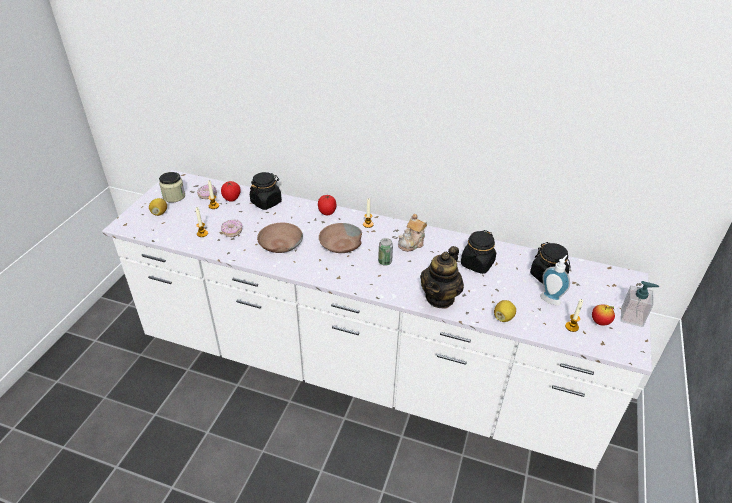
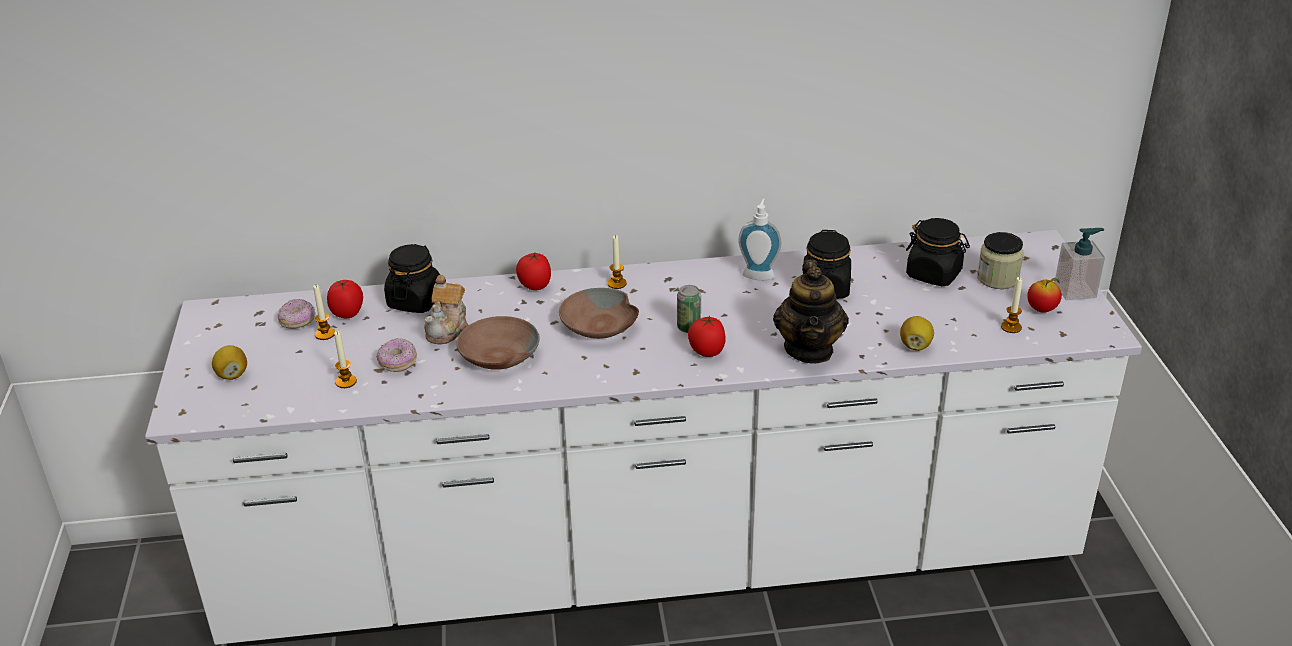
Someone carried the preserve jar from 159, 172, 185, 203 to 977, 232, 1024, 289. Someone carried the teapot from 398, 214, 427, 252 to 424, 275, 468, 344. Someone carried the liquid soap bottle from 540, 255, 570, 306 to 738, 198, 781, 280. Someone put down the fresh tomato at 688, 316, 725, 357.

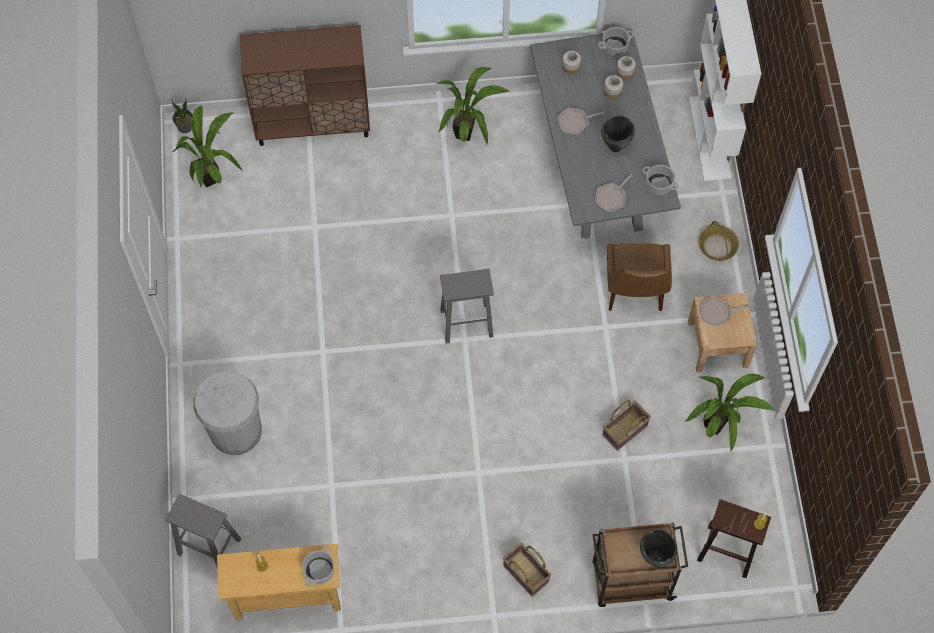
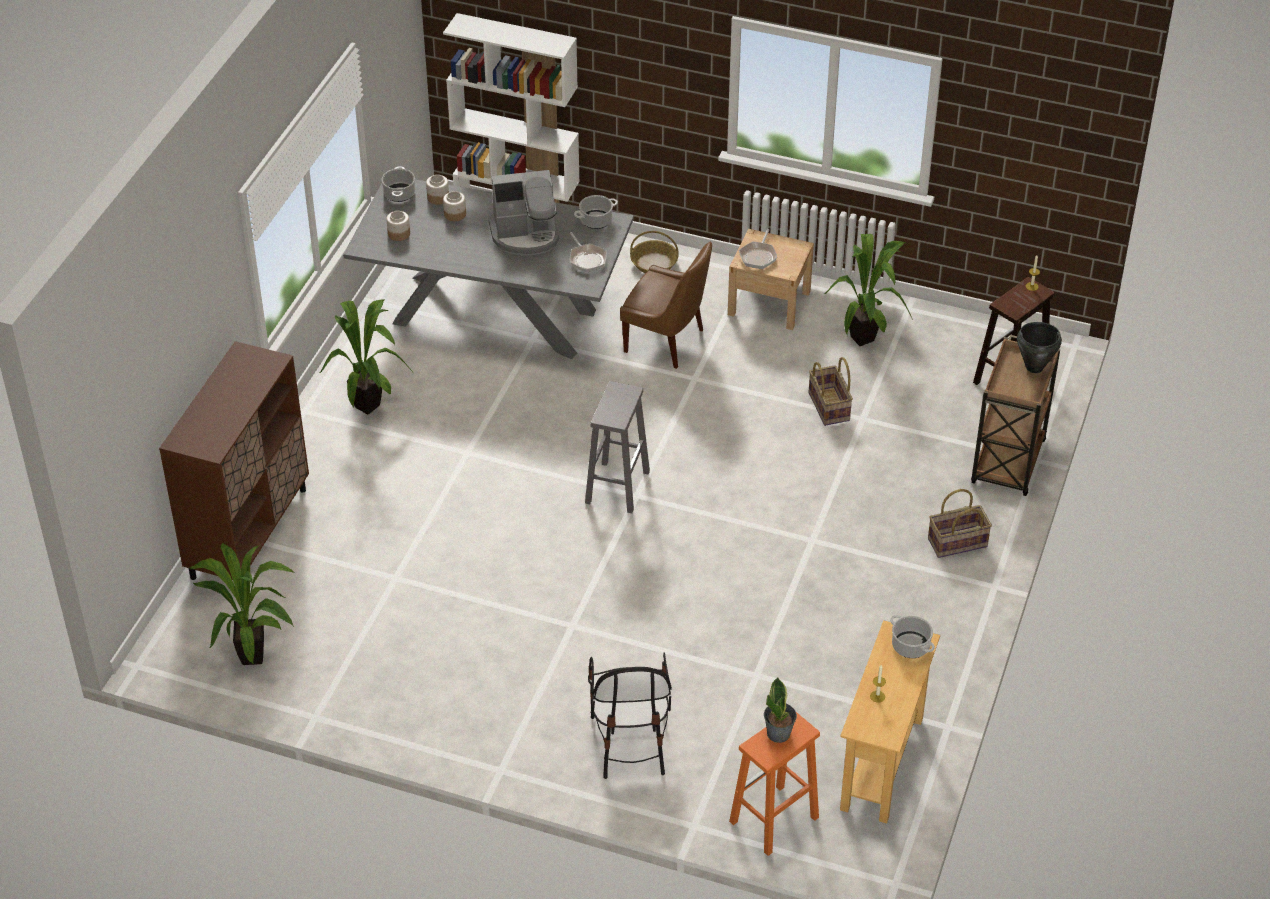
Someone carried the plant in a pot from 171, 98, 192, 133 to 764, 677, 797, 743. Someone took away the frying pan at 557, 107, 605, 135. Someone swapped the black-coloured saucepot at 601, 116, 635, 152 for the coffee machine at 488, 170, 559, 255. Someone swapped the whitish rubbish bin at 194, 371, 262, 455 for the plain chair at 588, 652, 672, 779. Someone repainted the gray stool at 165, 494, 241, 566, which became the orange stool at 729, 712, 820, 856.

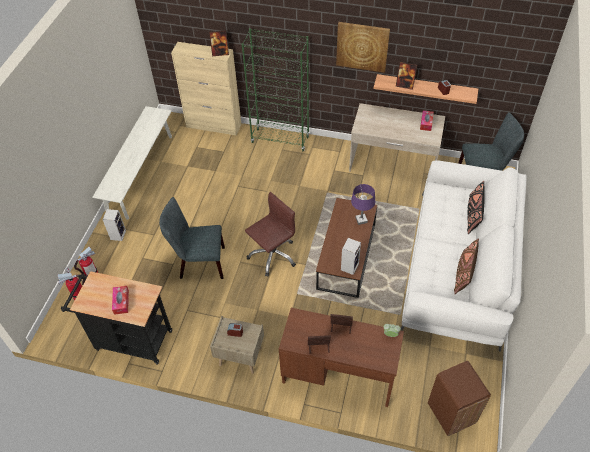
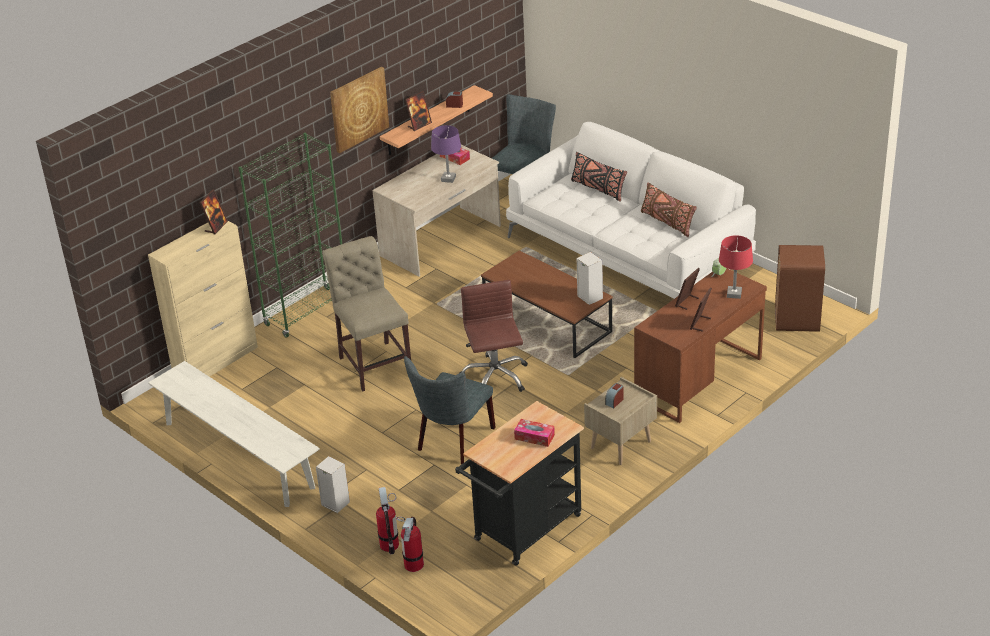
Someone carried the purple table lamp from 351, 184, 375, 225 to 431, 125, 461, 183. Someone put down the red table lamp at 719, 235, 753, 299. Someone put down the beige-coloured plain chair at 322, 236, 411, 392.

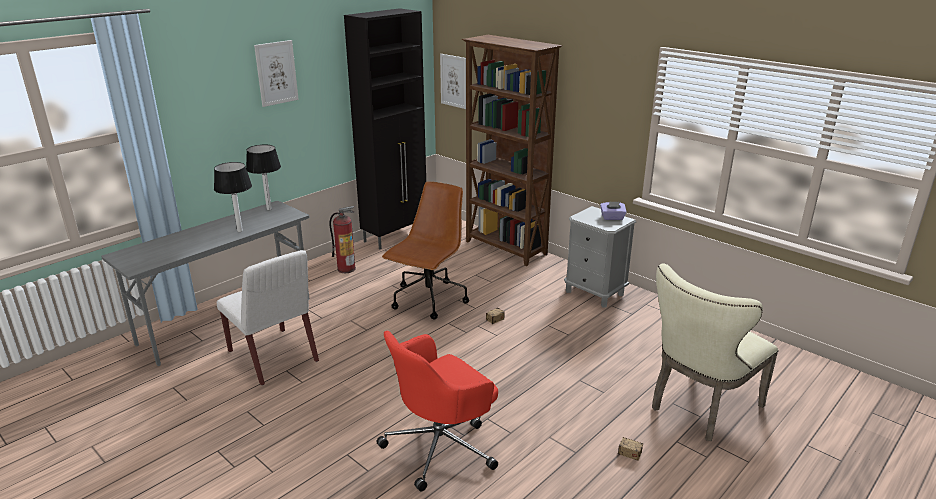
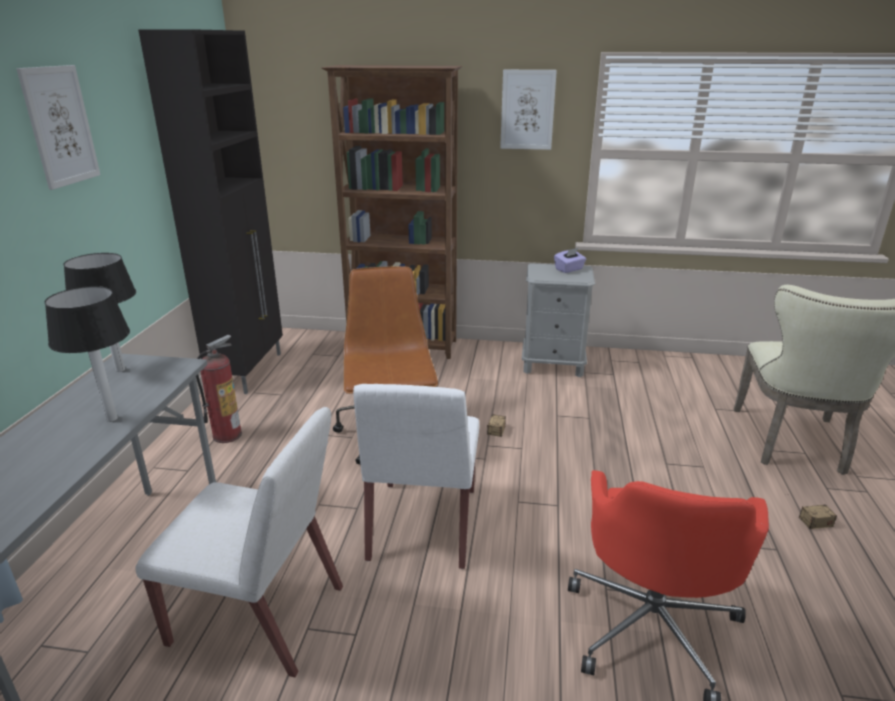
Someone carried the wall art from 440, 54, 466, 109 to 500, 70, 557, 150. Someone put down the whitish plain chair at 353, 384, 479, 569.

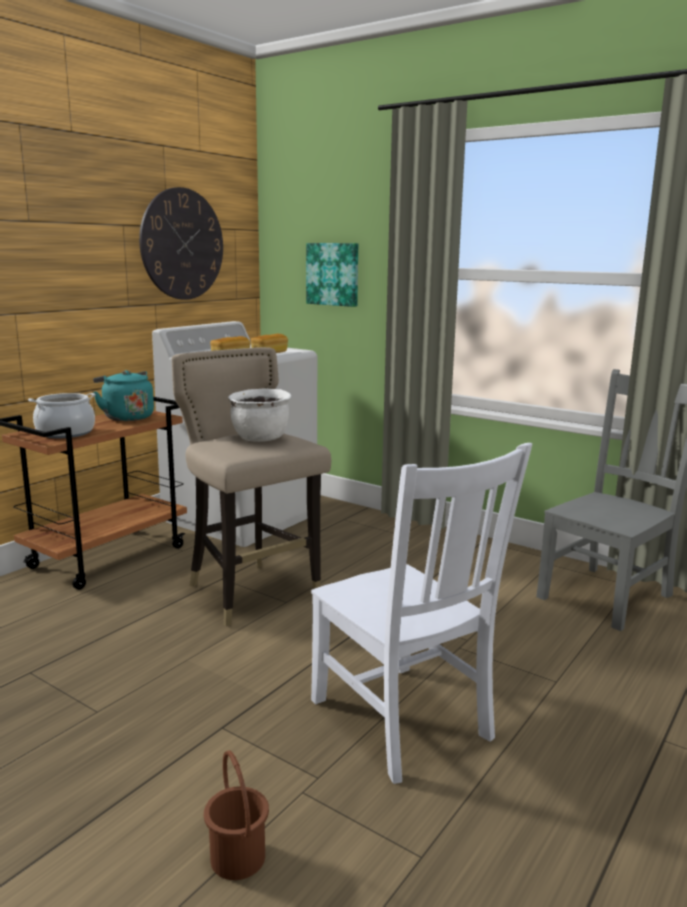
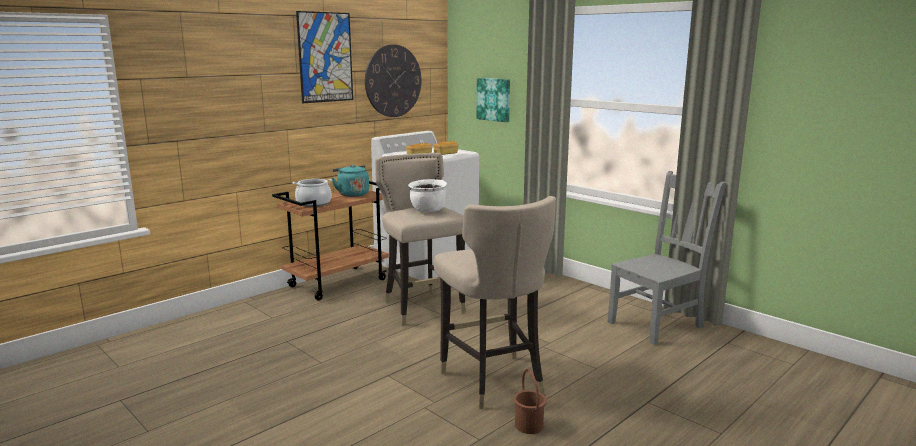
Someone swapped the whitish plain chair at 311, 443, 532, 784 for the beige-coloured stool at 434, 196, 556, 409. Someone carried the brown-coloured bucket from 204, 750, 269, 880 to 513, 369, 547, 434. Someone put up the wall art at 296, 11, 353, 103.

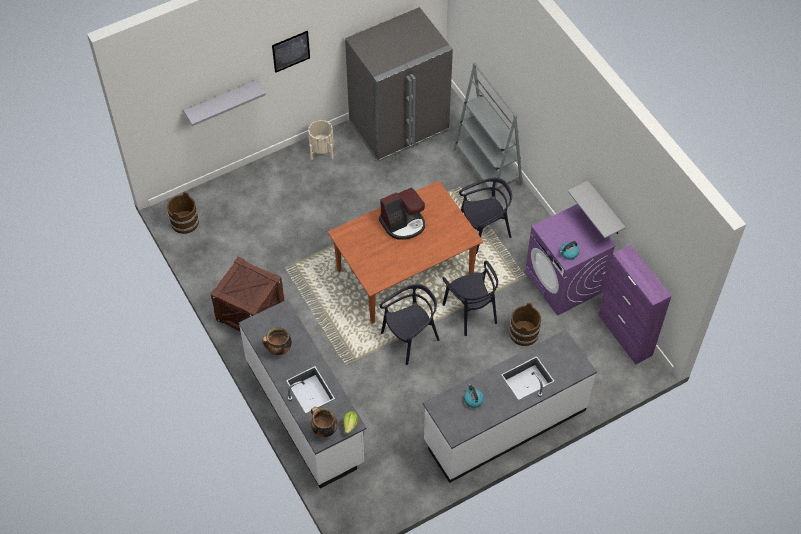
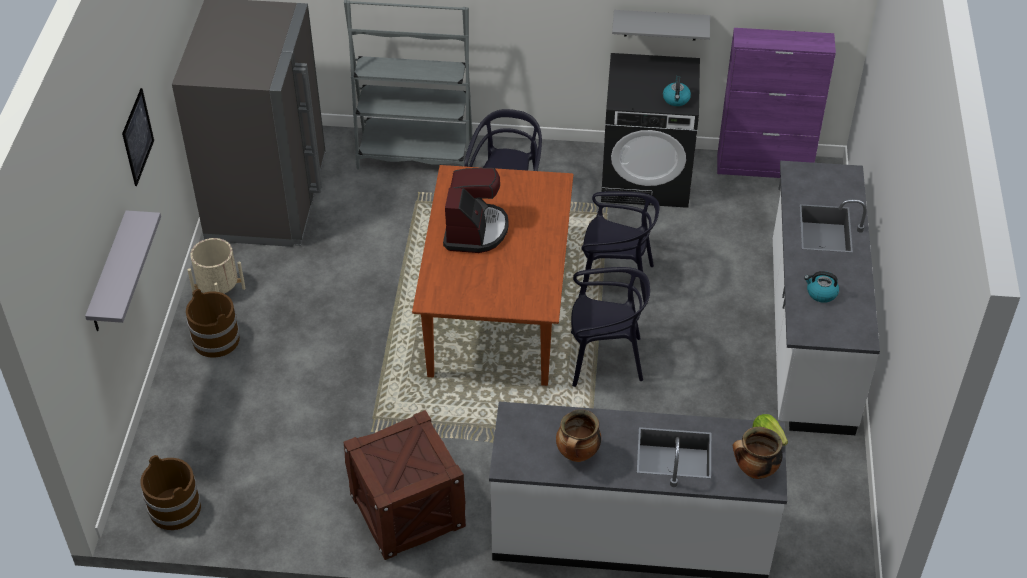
Someone repainted the purple laundry appliance at 525, 204, 616, 316, which became the black-coloured laundry appliance at 601, 53, 700, 208. Someone rotated the black-coloured plain chair at 379, 284, 440, 365 by 90 degrees clockwise. Someone carried the brown-coloured bucket from 509, 303, 541, 346 to 186, 289, 240, 358.

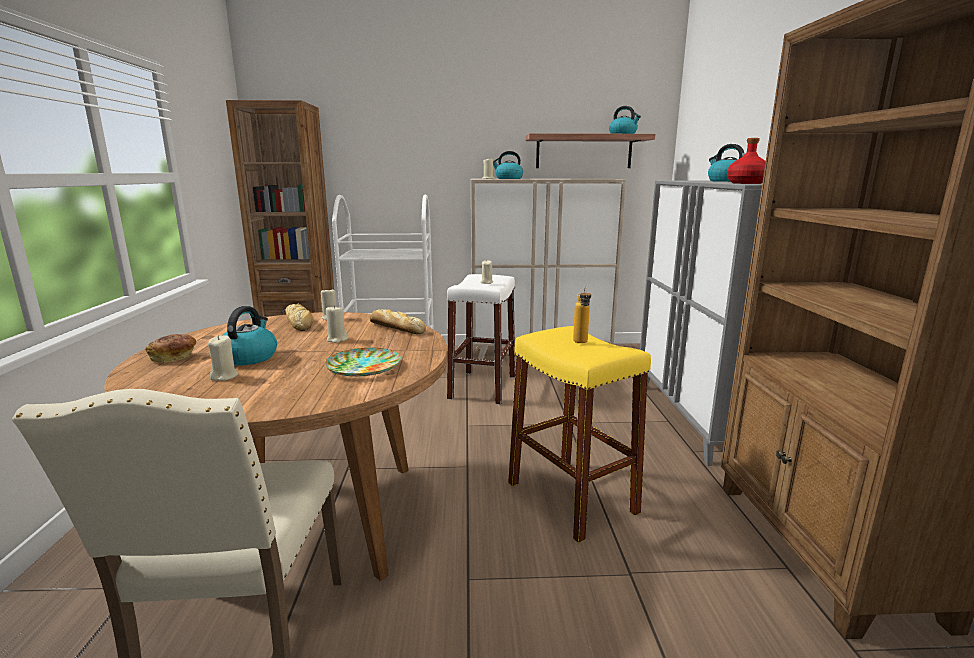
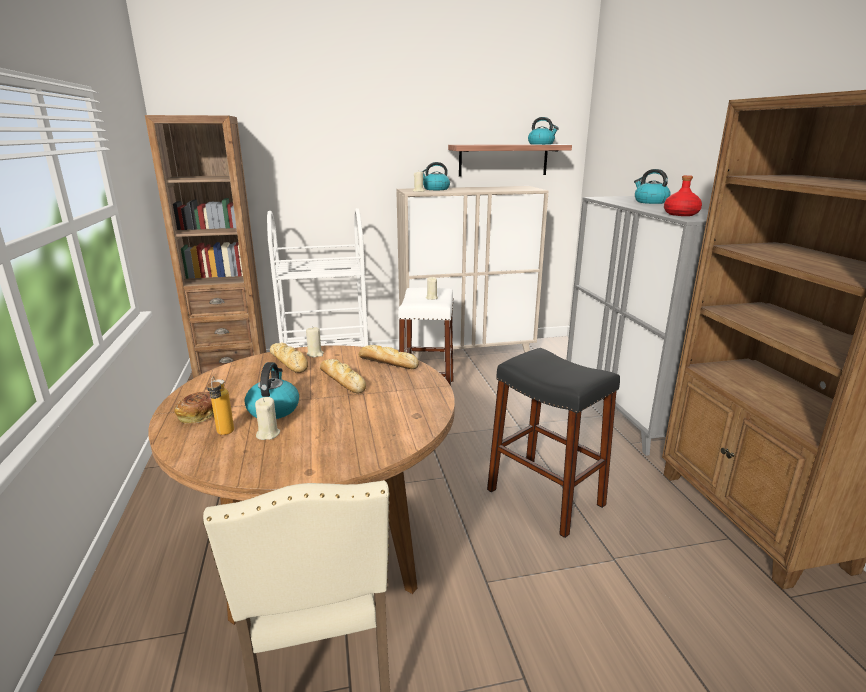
Someone carried the drink bottle from 573, 287, 591, 343 to 207, 377, 234, 435. Someone swapped the beige-coloured wax light at 326, 305, 348, 343 for the baked bread at 320, 359, 366, 393. Someone repainted the yellow stool at 508, 326, 651, 543, which became the black-coloured stool at 487, 348, 620, 538. Someone took away the flat dish at 325, 348, 401, 377.

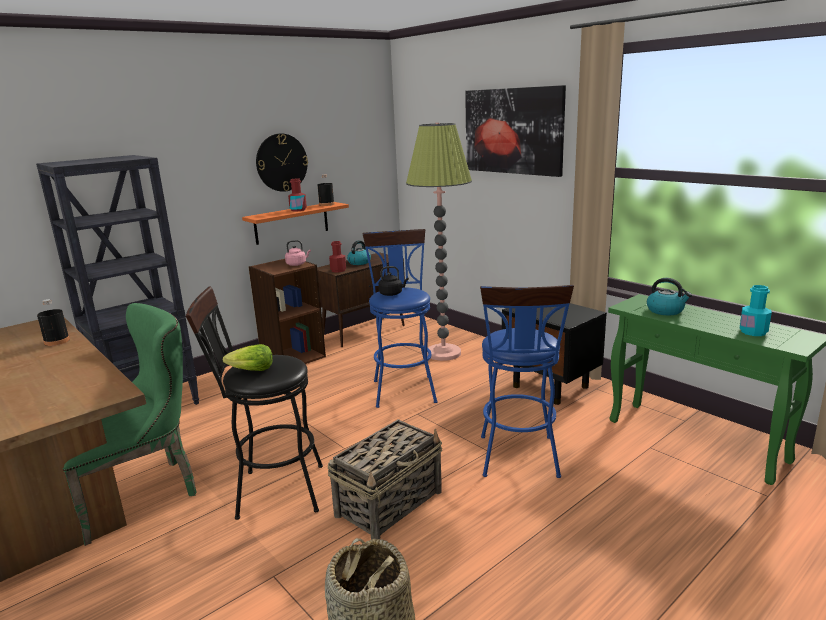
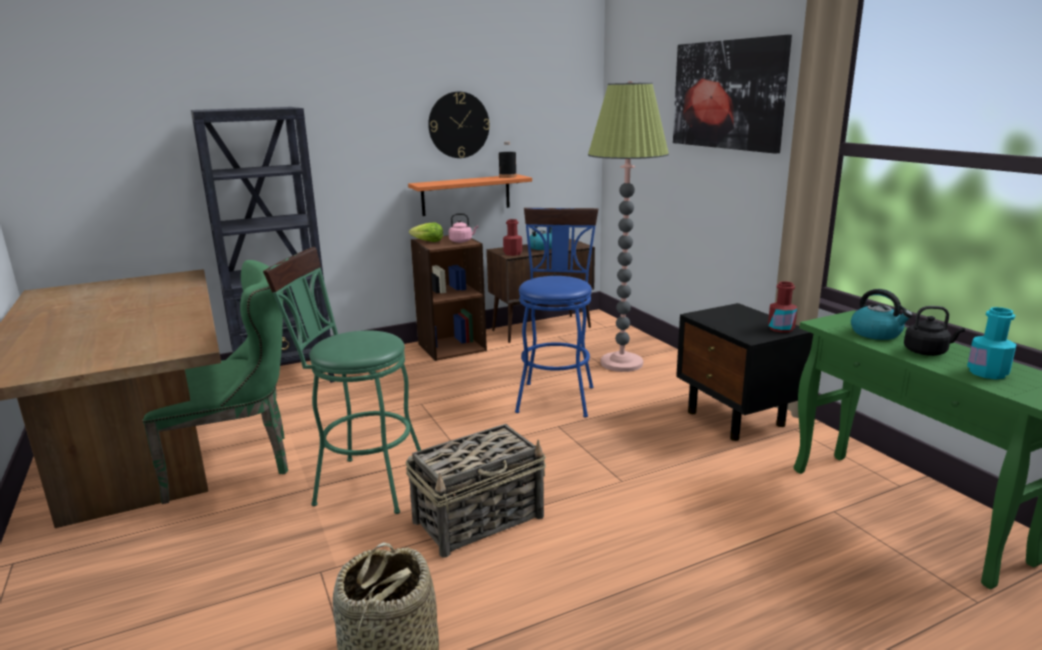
Someone carried the red drink bottle from 288, 179, 307, 211 to 768, 281, 797, 333. Someone carried the black-coloured water kettle from 378, 266, 409, 296 to 904, 306, 965, 356. Someone took away the blue stool at 480, 285, 574, 478. Someone repainted the black-coloured stool at 186, 287, 323, 520, which became the green stool at 263, 247, 421, 514. Someone took away the black-coloured drink bottle at 37, 299, 70, 346. Someone carried the lettuce head from 223, 344, 273, 371 to 409, 223, 443, 242.

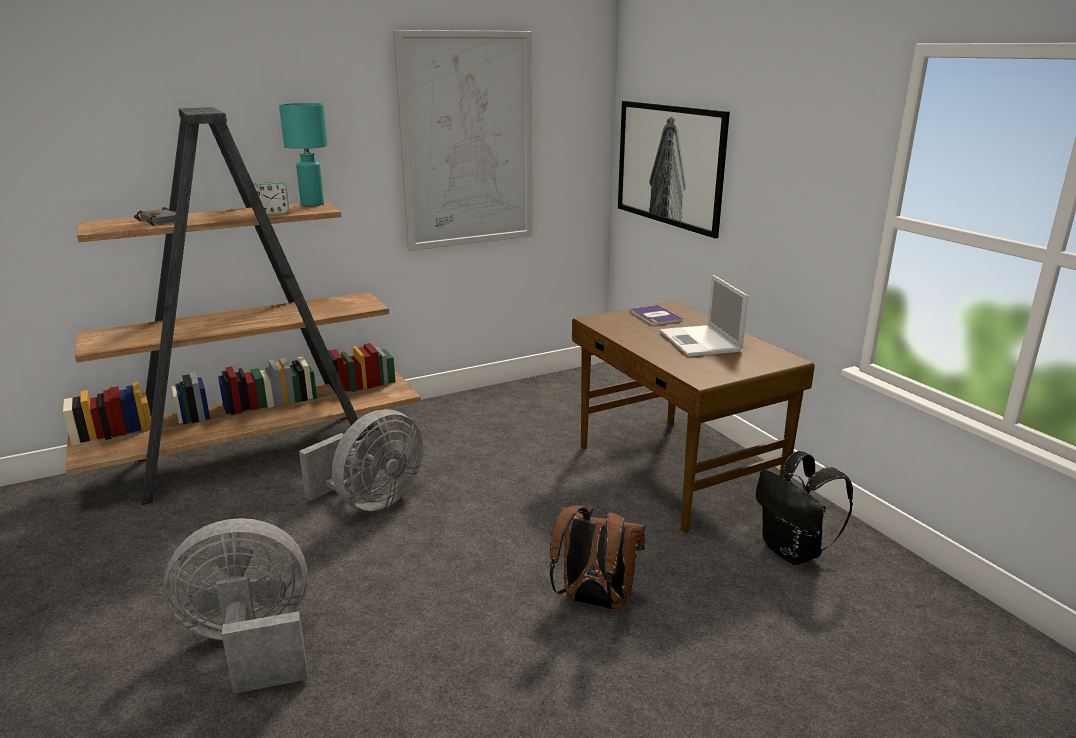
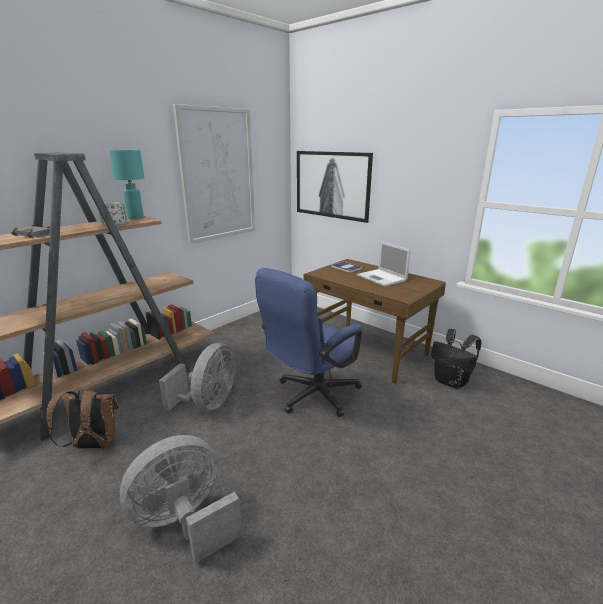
Someone carried the brown-coloured knapsack from 550, 506, 645, 610 to 47, 389, 119, 449. Someone put down the blue office chair at 255, 268, 362, 417.

